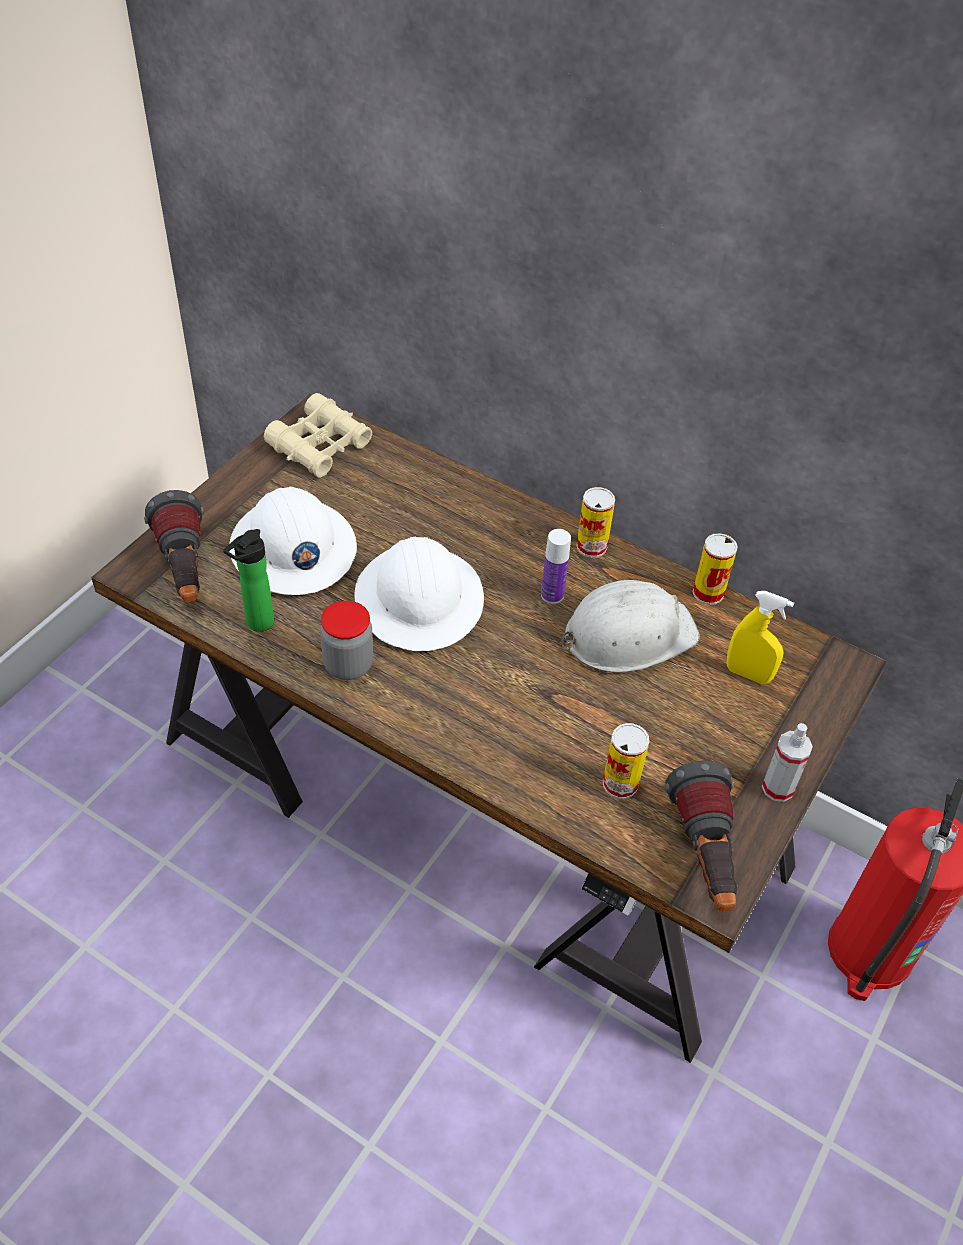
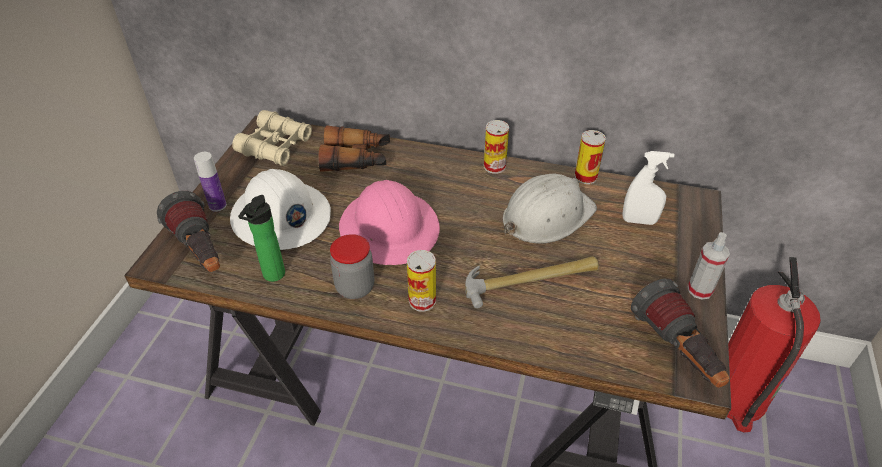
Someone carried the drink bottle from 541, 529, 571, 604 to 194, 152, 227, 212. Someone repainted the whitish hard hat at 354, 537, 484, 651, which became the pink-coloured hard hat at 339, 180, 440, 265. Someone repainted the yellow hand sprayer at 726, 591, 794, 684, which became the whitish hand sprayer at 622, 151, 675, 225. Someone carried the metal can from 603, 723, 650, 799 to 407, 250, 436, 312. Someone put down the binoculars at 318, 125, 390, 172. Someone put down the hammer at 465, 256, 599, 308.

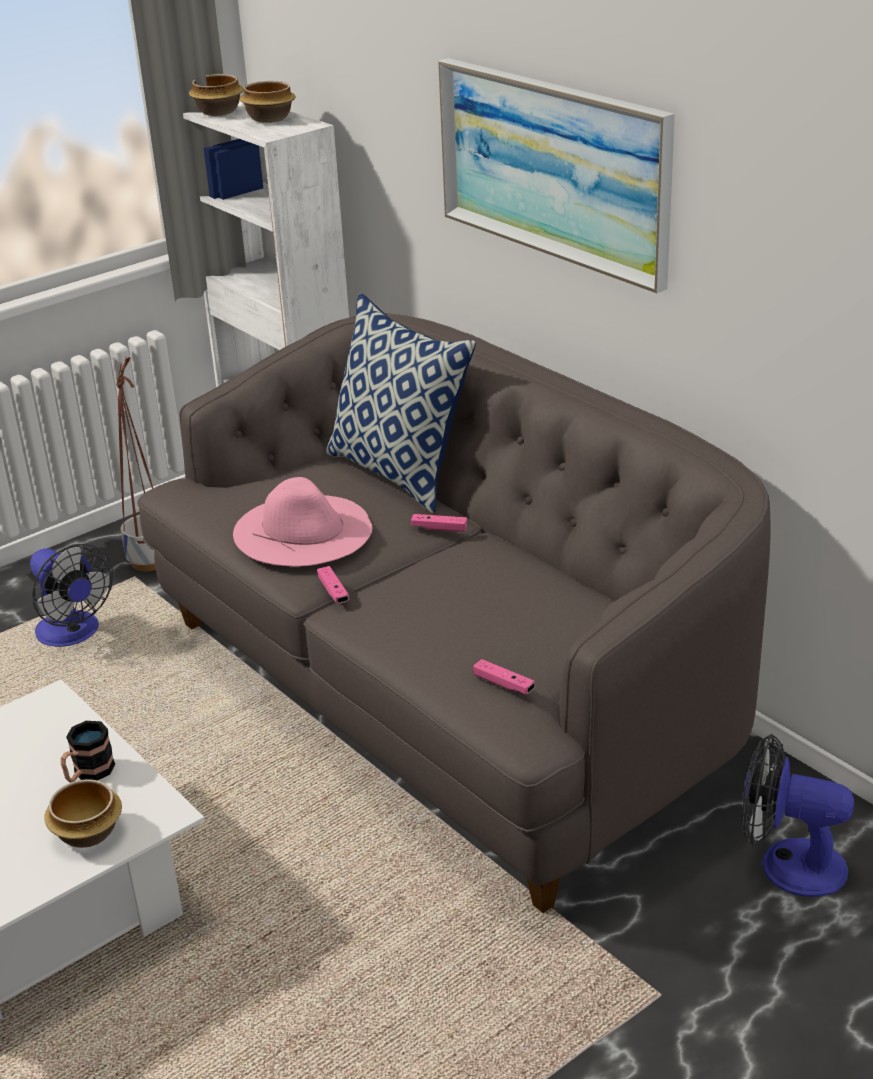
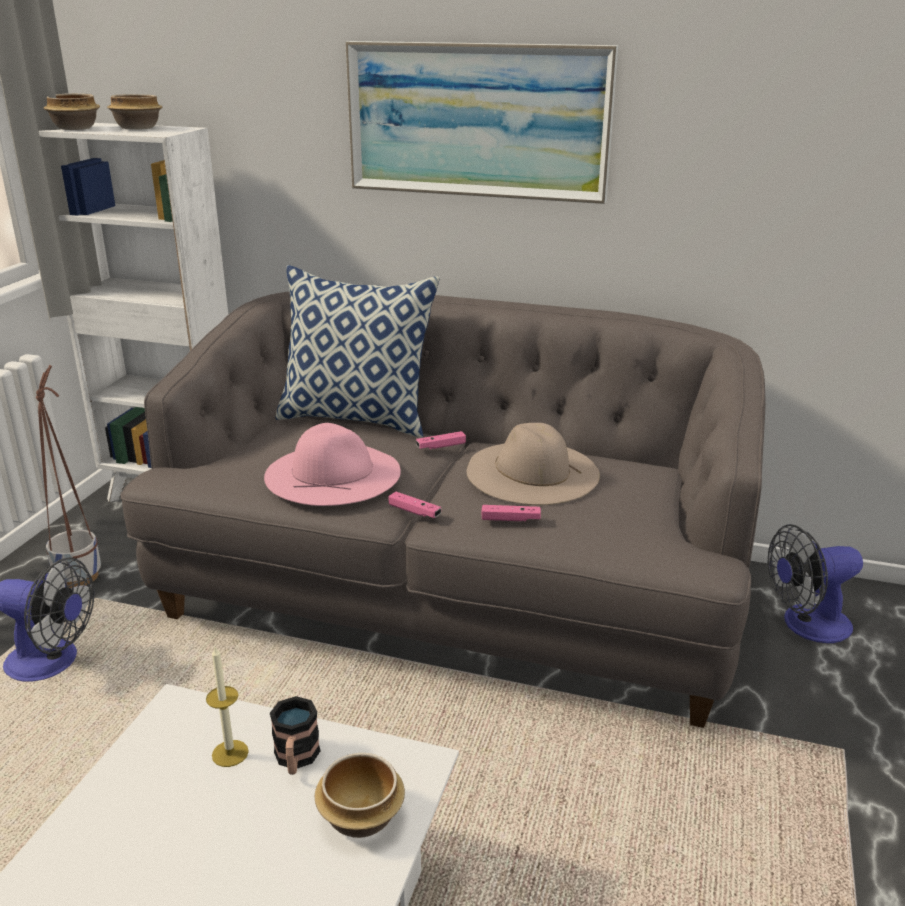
Someone carried the pink-coloured game controller from 473, 659, 535, 694 to 482, 505, 541, 521. Someone put down the beige-coloured wearable hat at 467, 423, 600, 505. Someone put down the wax light at 206, 647, 249, 767.

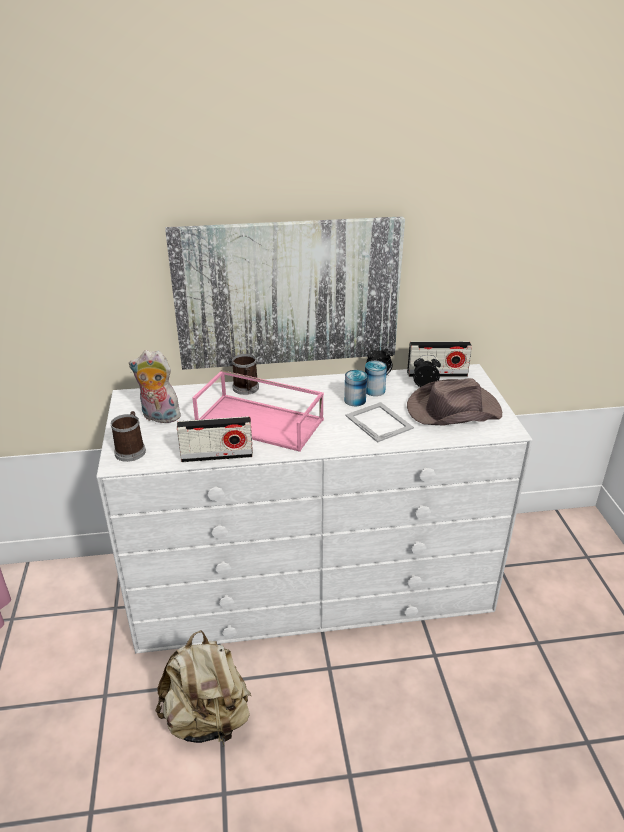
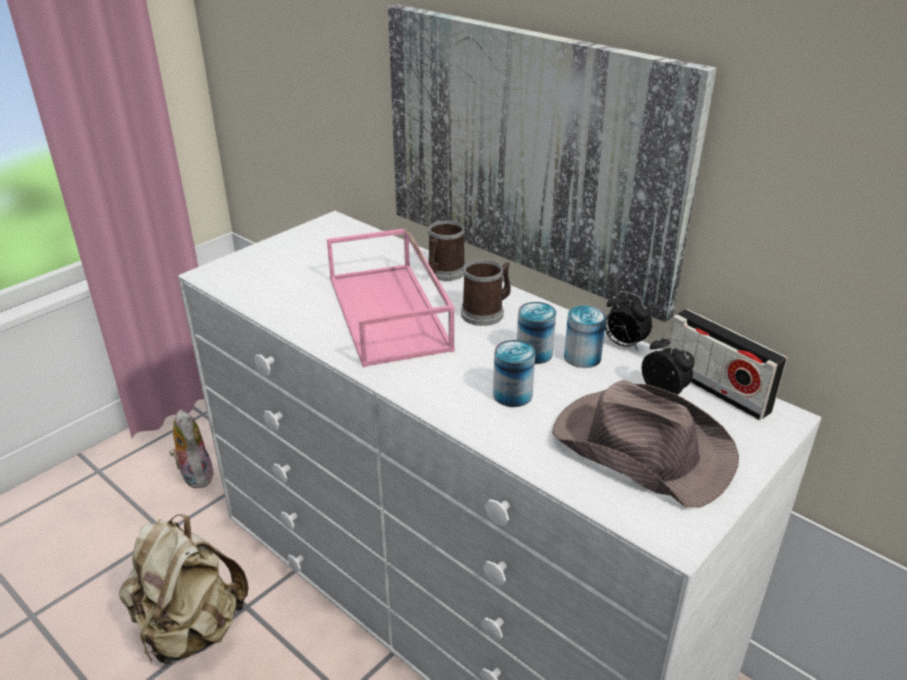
Someone carried the plush toy from 129, 350, 183, 423 to 169, 410, 214, 488. Someone swapped the picture frame at 345, 402, 414, 443 for the metal can at 493, 340, 536, 407. Someone carried the coffee mug from 111, 411, 146, 462 to 461, 259, 511, 326. Someone took away the radio receiver at 177, 416, 253, 462.

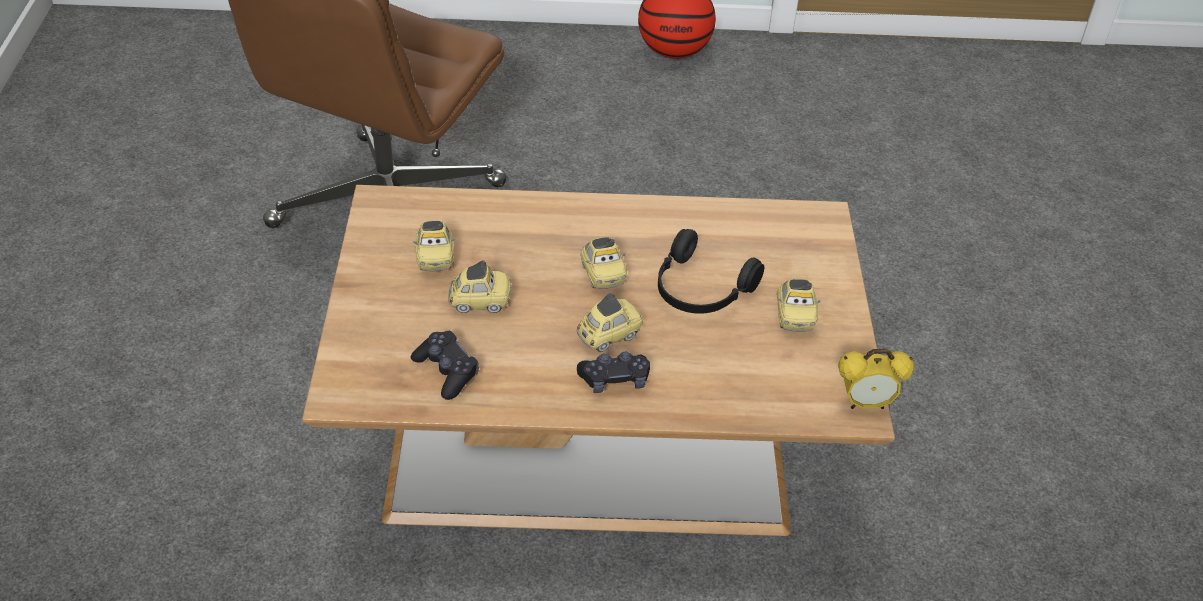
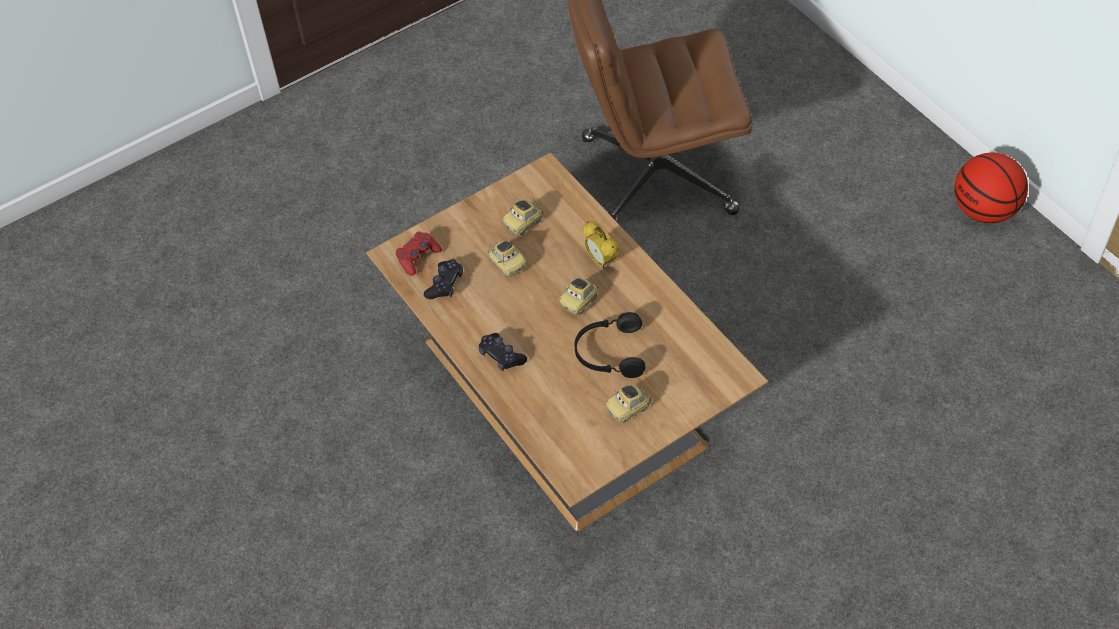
Someone took away the toy car at 577, 293, 643, 352. Someone carried the table clock from 838, 349, 914, 409 to 582, 221, 619, 269. Someone put down the red game controller at 396, 232, 442, 276.

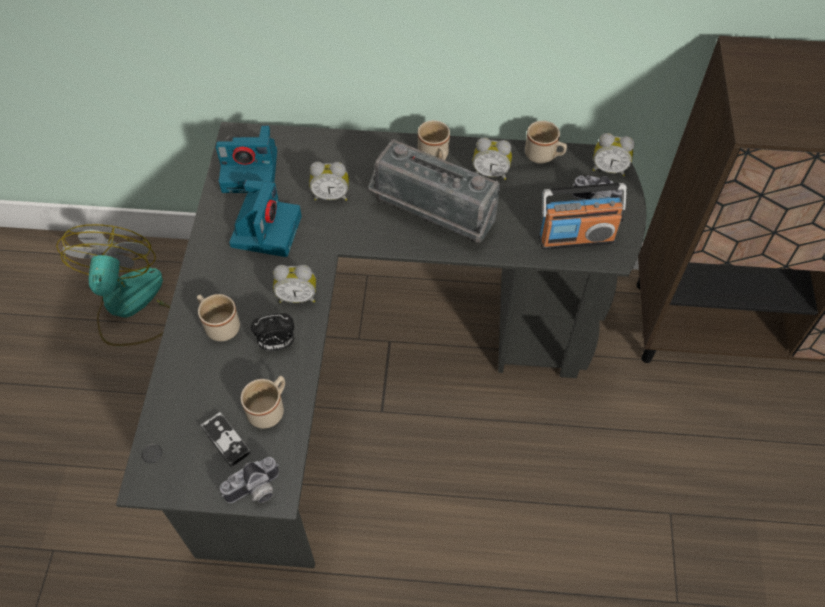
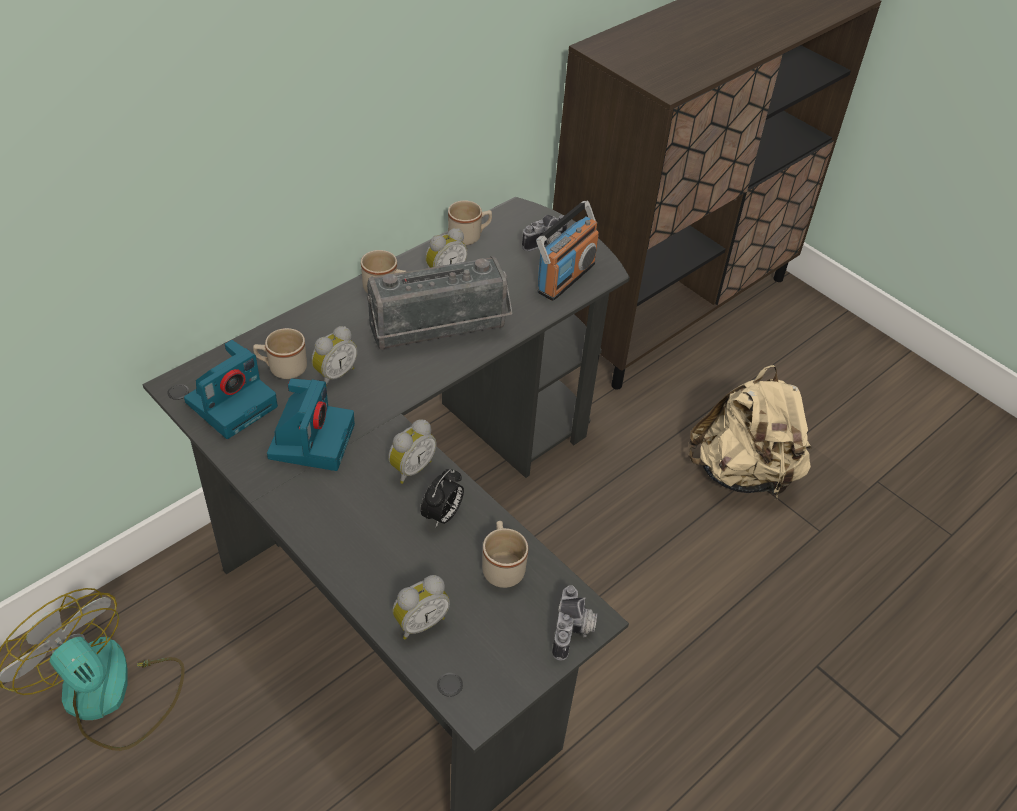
Someone carried the table clock from 592, 133, 635, 176 to 393, 575, 450, 640. Someone rotated the still camera at 229, 180, 302, 257 by 45 degrees clockwise. Someone carried the beige-coloured coffee mug from 197, 294, 240, 341 to 253, 328, 307, 379. Someone took away the game controller at 201, 412, 251, 467. Someone put down the beige-coloured knapsack at 689, 365, 811, 500.

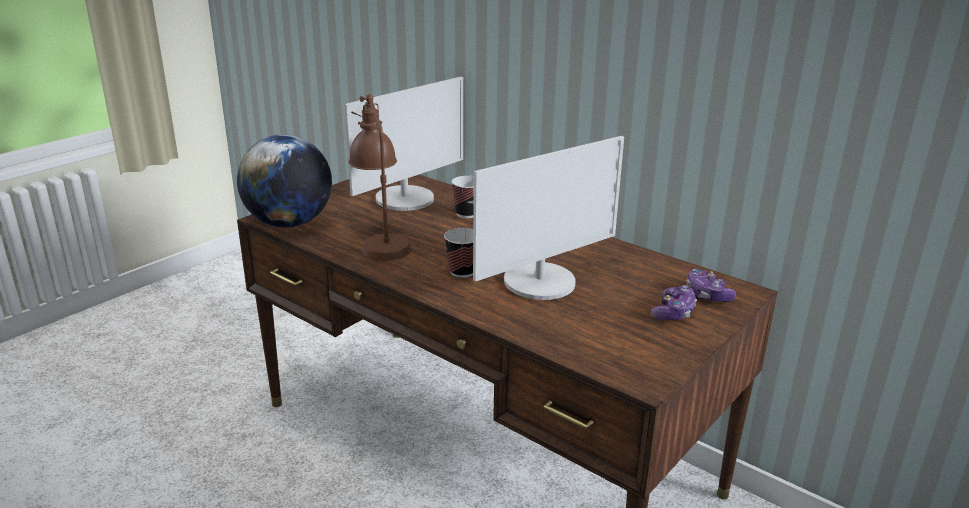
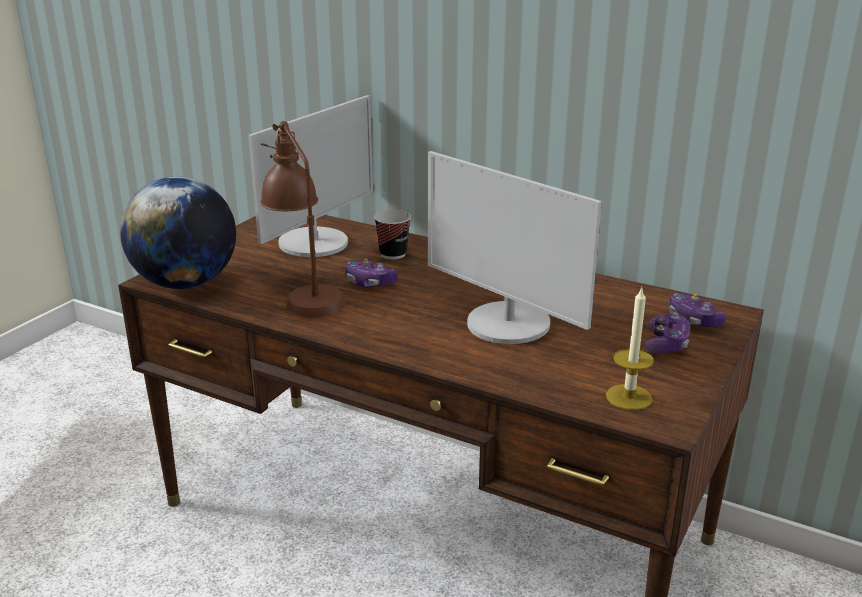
Someone rotated the computer display at 473, 136, 624, 300 by 90 degrees clockwise. Someone took away the cup at 444, 228, 473, 278. Someone put down the game controller at 345, 259, 398, 288. Someone put down the wax light at 606, 286, 654, 410.

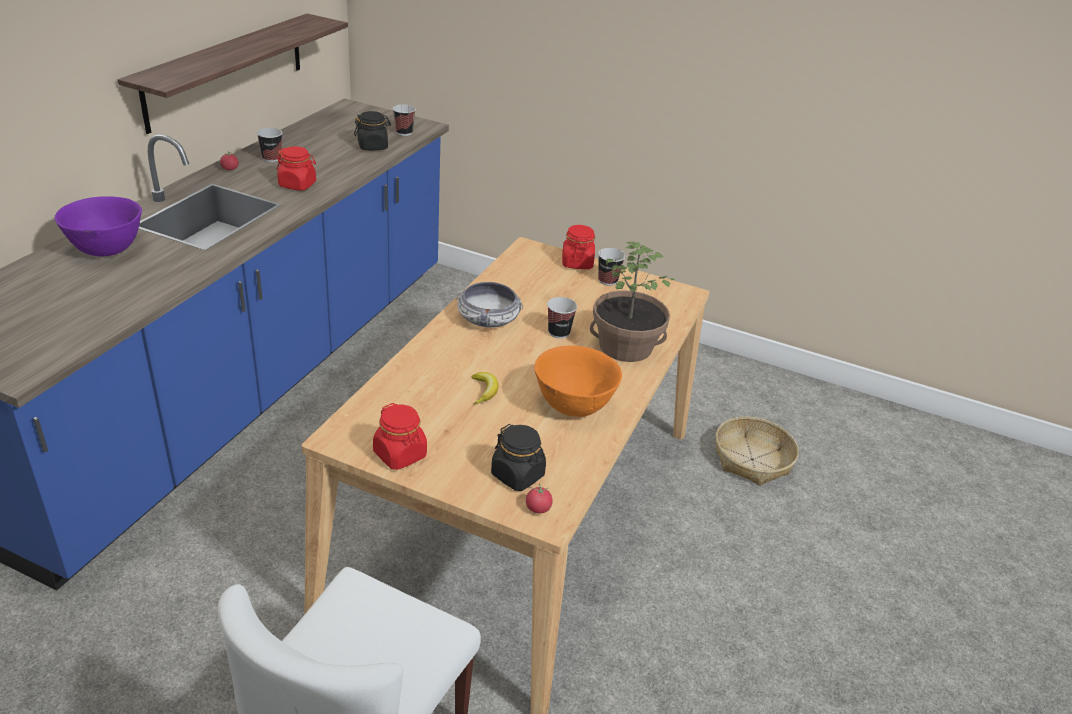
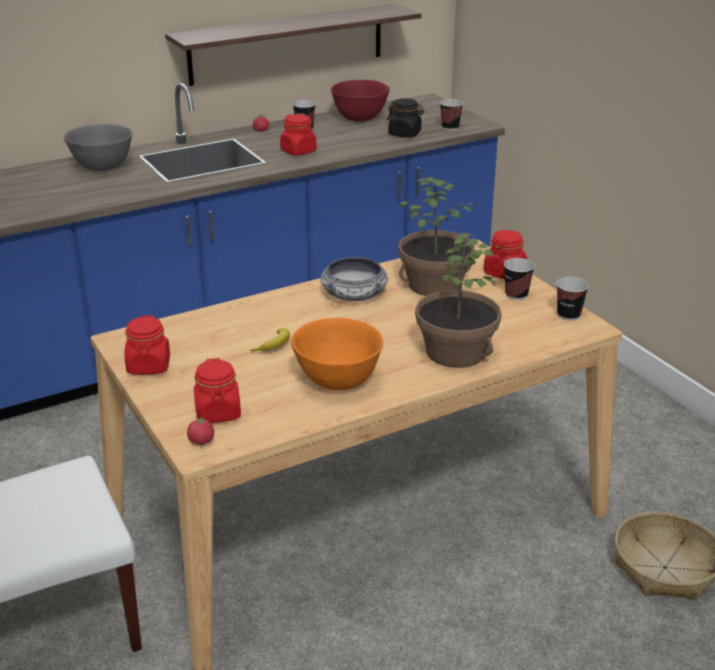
Someone repainted the purple bowl at 54, 196, 142, 256, which became the gray bowl at 64, 124, 132, 171. Someone carried the cup from 547, 297, 577, 339 to 556, 277, 589, 321. Someone repainted the black-coloured preserve jar at 491, 424, 546, 491, which became the red preserve jar at 194, 358, 241, 423. Someone put down the red bowl at 331, 80, 390, 122. Someone put down the plant in a pot at 398, 177, 476, 296.

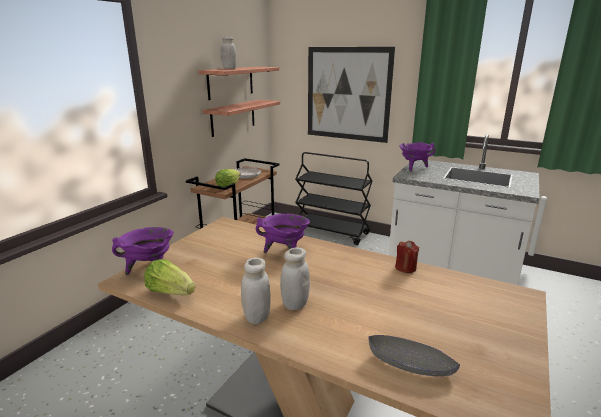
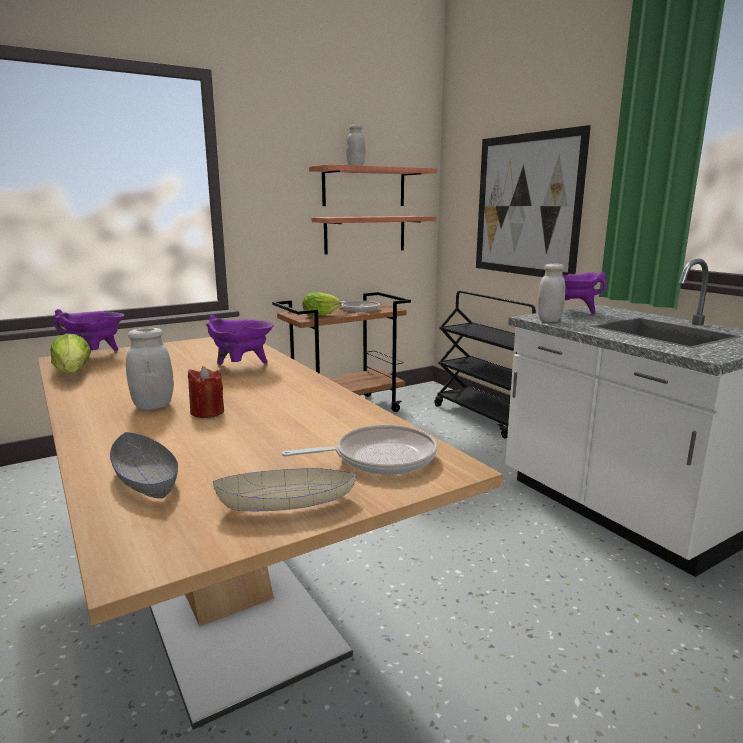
Someone carried the red wax light from 395, 241, 420, 273 to 188, 366, 224, 418. Someone carried the whitish preserve jar from 241, 258, 271, 324 to 537, 263, 565, 322. Someone put down the frying pan at 282, 425, 437, 475. Someone put down the beige-coloured bowl at 213, 468, 356, 511.

